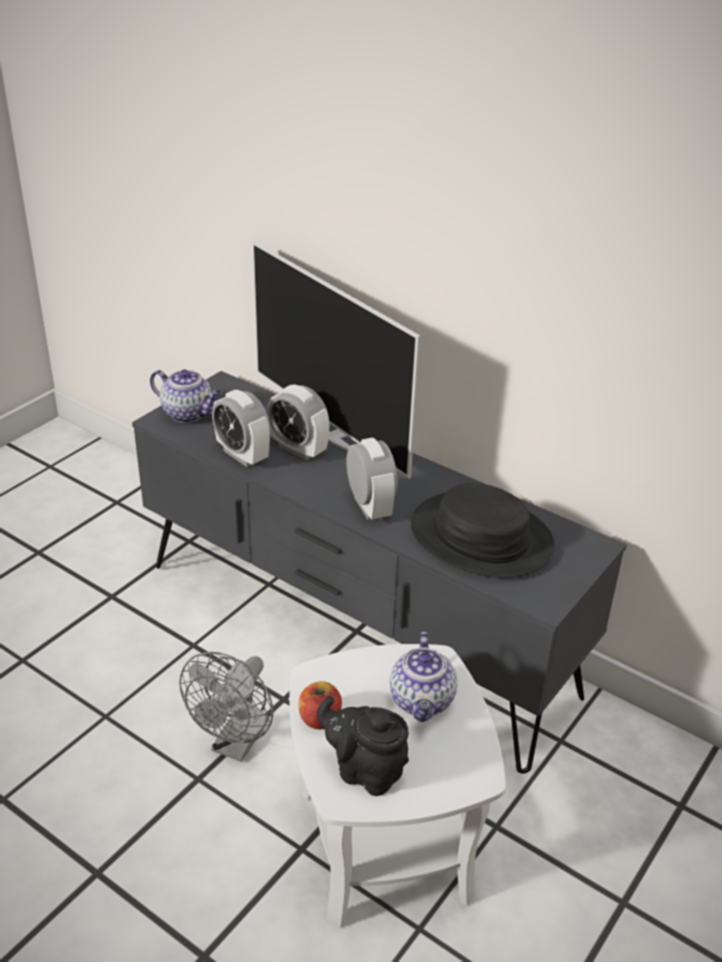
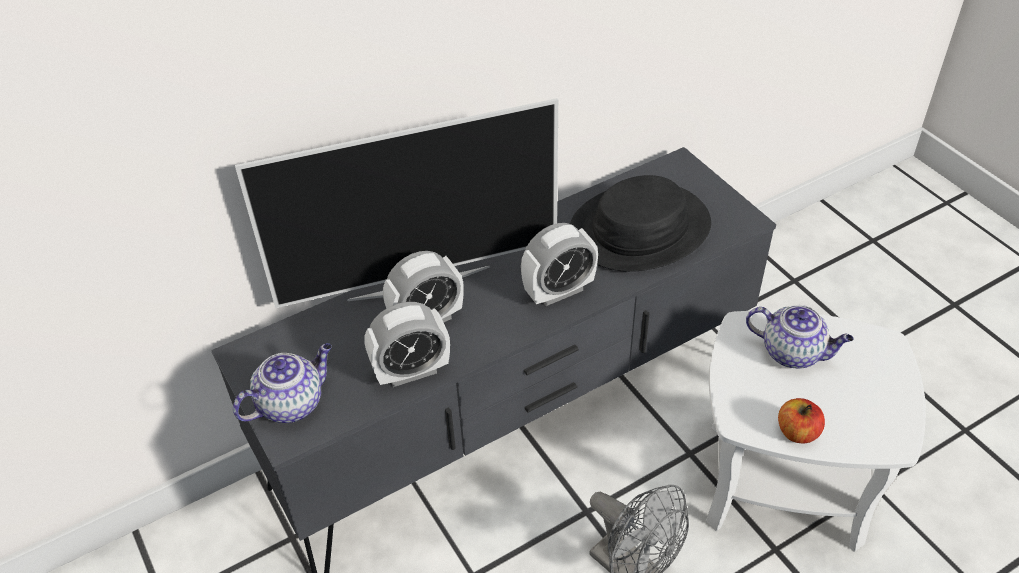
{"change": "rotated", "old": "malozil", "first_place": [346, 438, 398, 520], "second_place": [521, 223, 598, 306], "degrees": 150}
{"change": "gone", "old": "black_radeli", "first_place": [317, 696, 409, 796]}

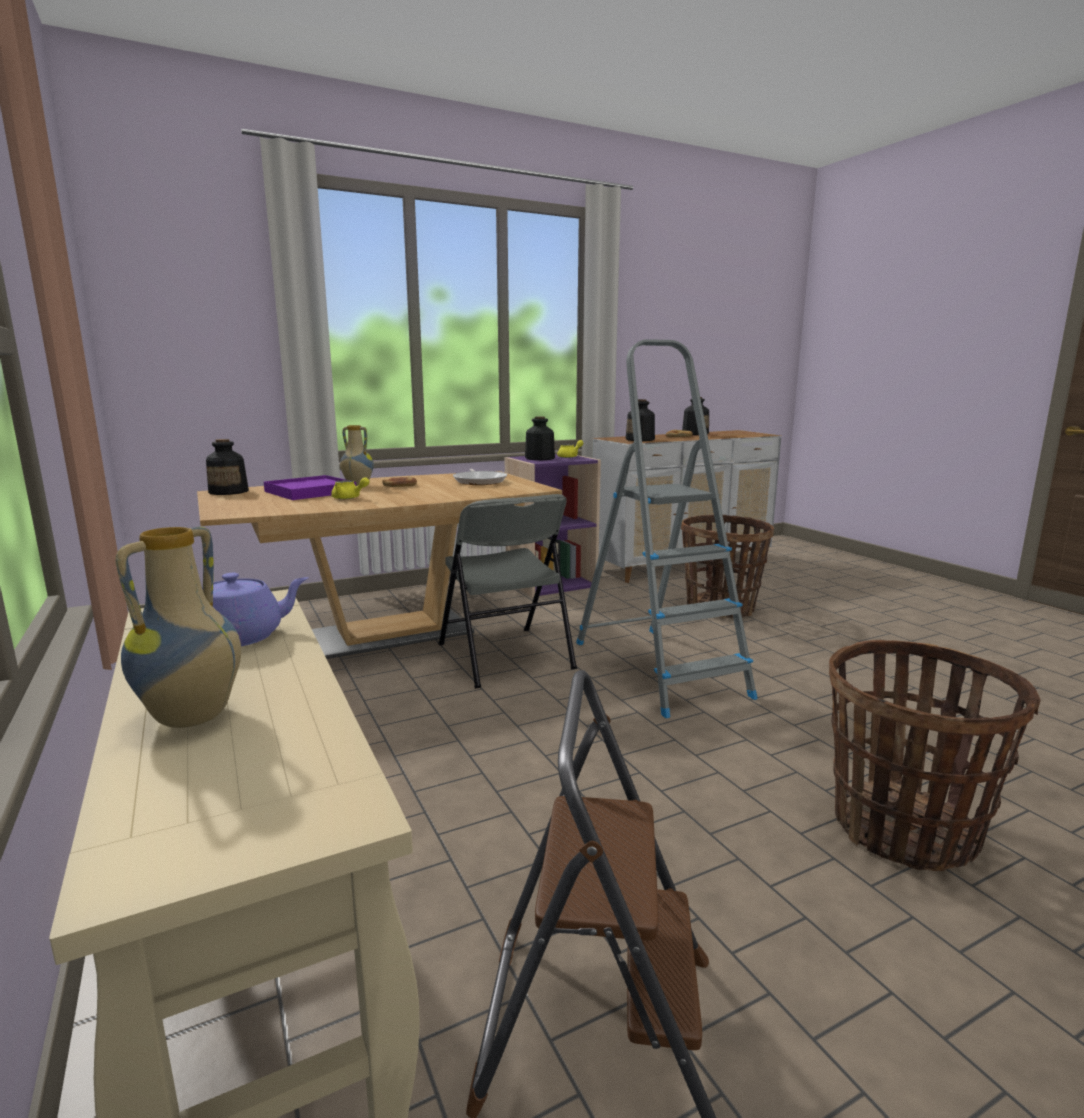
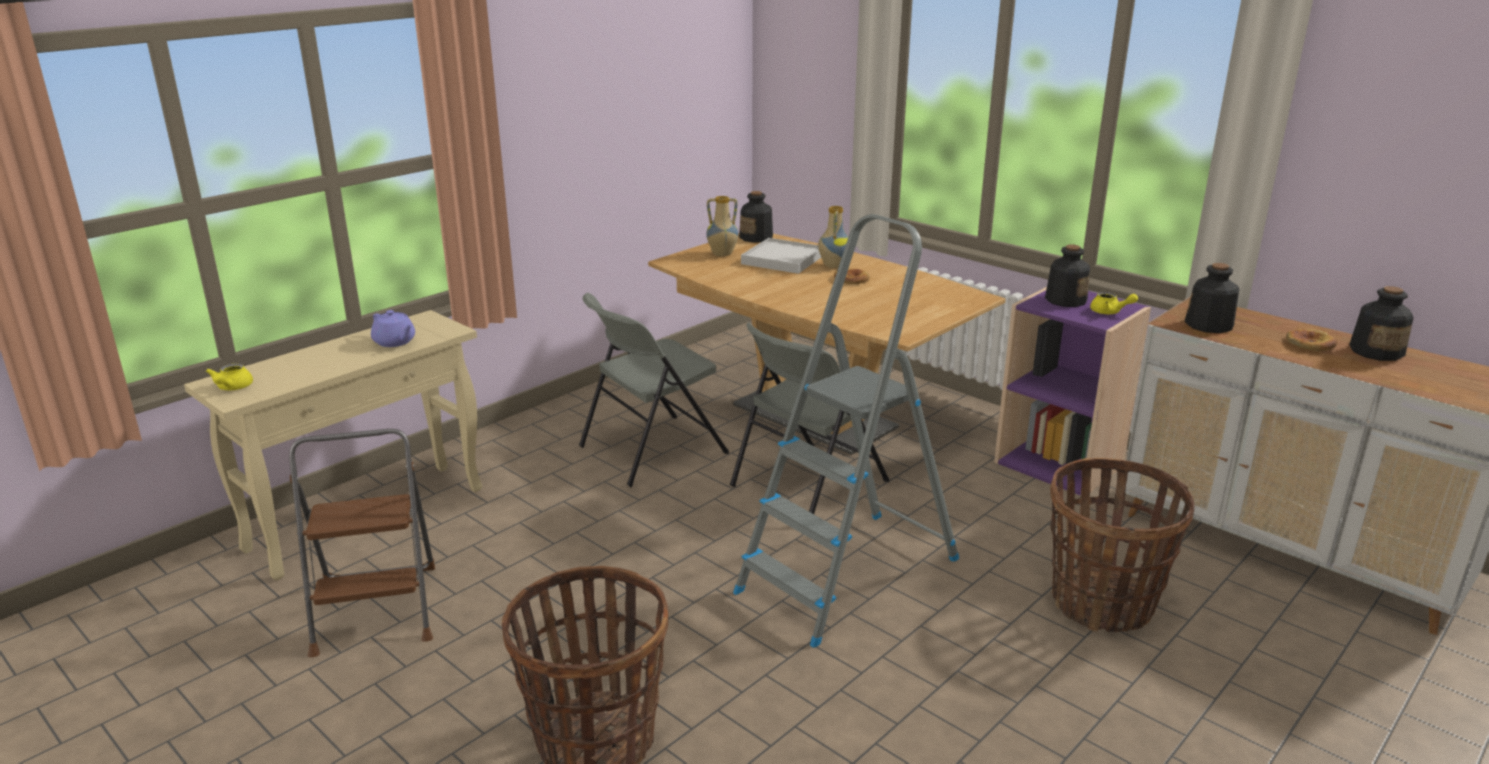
{"change": "gone", "old": "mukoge", "first_place": [453, 469, 507, 485]}
{"change": "repainted", "old": "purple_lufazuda", "new": "white_lufazuda", "first_place": [264, 475, 356, 500], "second_place": [741, 238, 821, 274]}
{"change": "shifted", "old": "yellow_radeli", "first_place": [331, 477, 369, 499], "second_place": [206, 363, 253, 390]}
{"change": "shifted", "old": "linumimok", "first_place": [115, 527, 241, 728], "second_place": [706, 196, 738, 256]}
{"change": "new", "new": "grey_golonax", "second_place": [579, 293, 729, 487]}

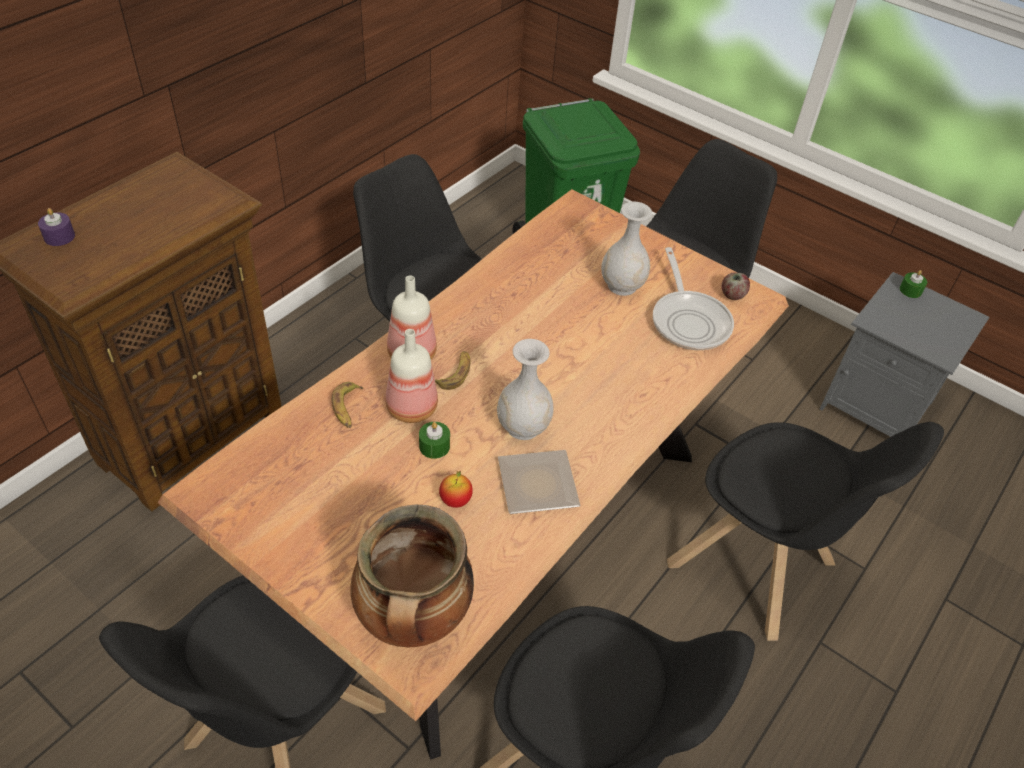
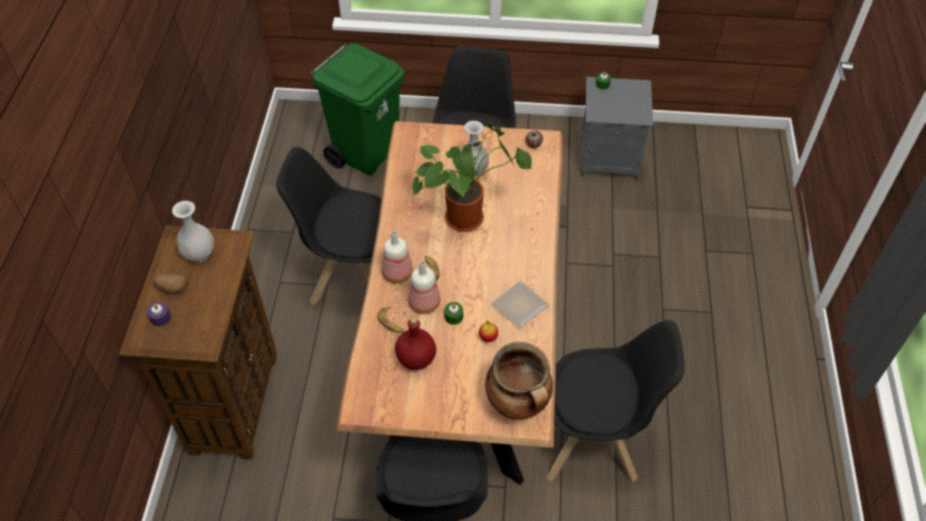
{"change": "gone", "old": "mukoge", "first_place": [653, 247, 734, 350]}
{"change": "shifted", "old": "white_linumimok", "first_place": [497, 339, 554, 440], "second_place": [172, 201, 214, 262]}
{"change": "gone", "old": "black_golonax", "first_place": [667, 422, 944, 641]}
{"change": "new", "new": "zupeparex", "second_place": [412, 121, 532, 232]}
{"change": "new", "new": "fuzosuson", "second_place": [153, 274, 187, 293]}
{"change": "new", "new": "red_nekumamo", "second_place": [395, 317, 436, 370]}

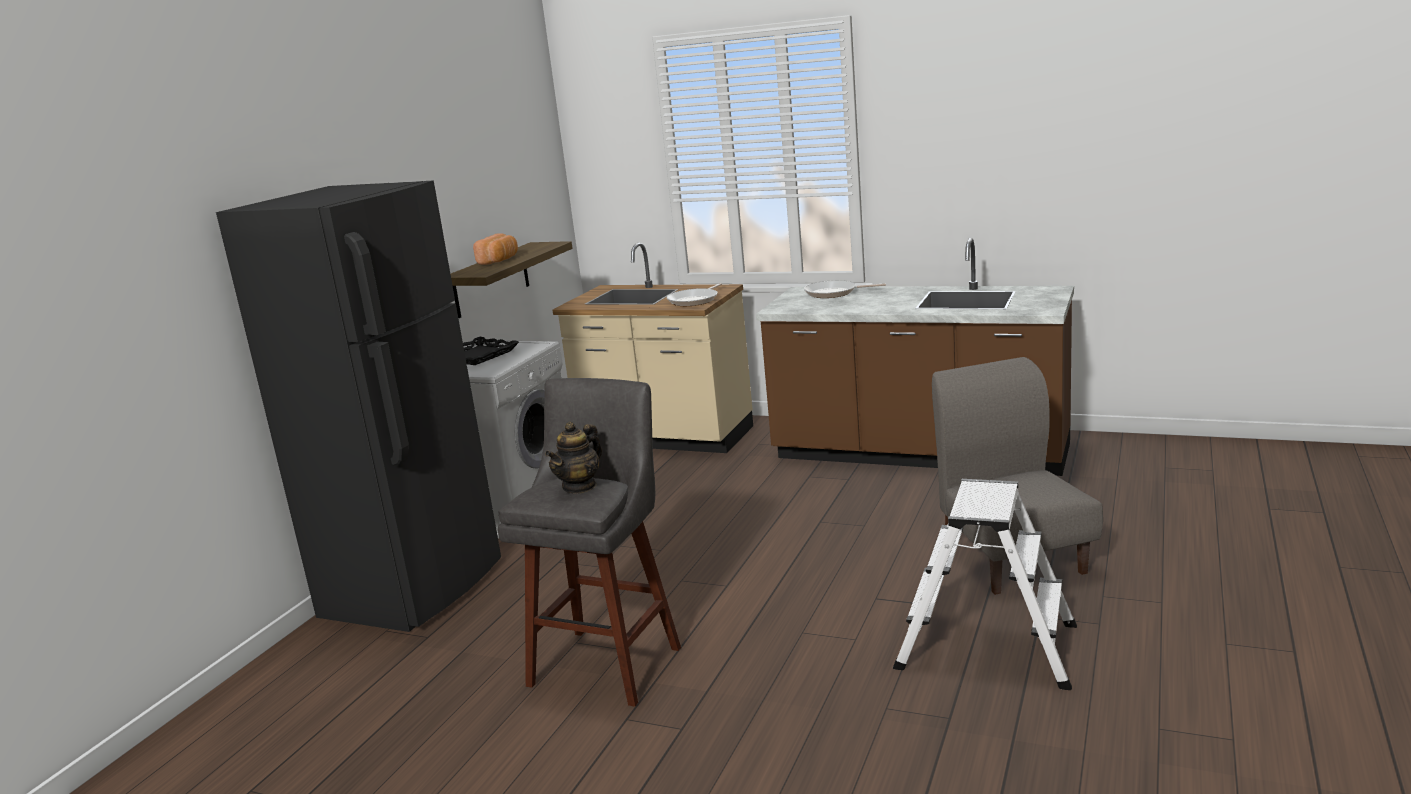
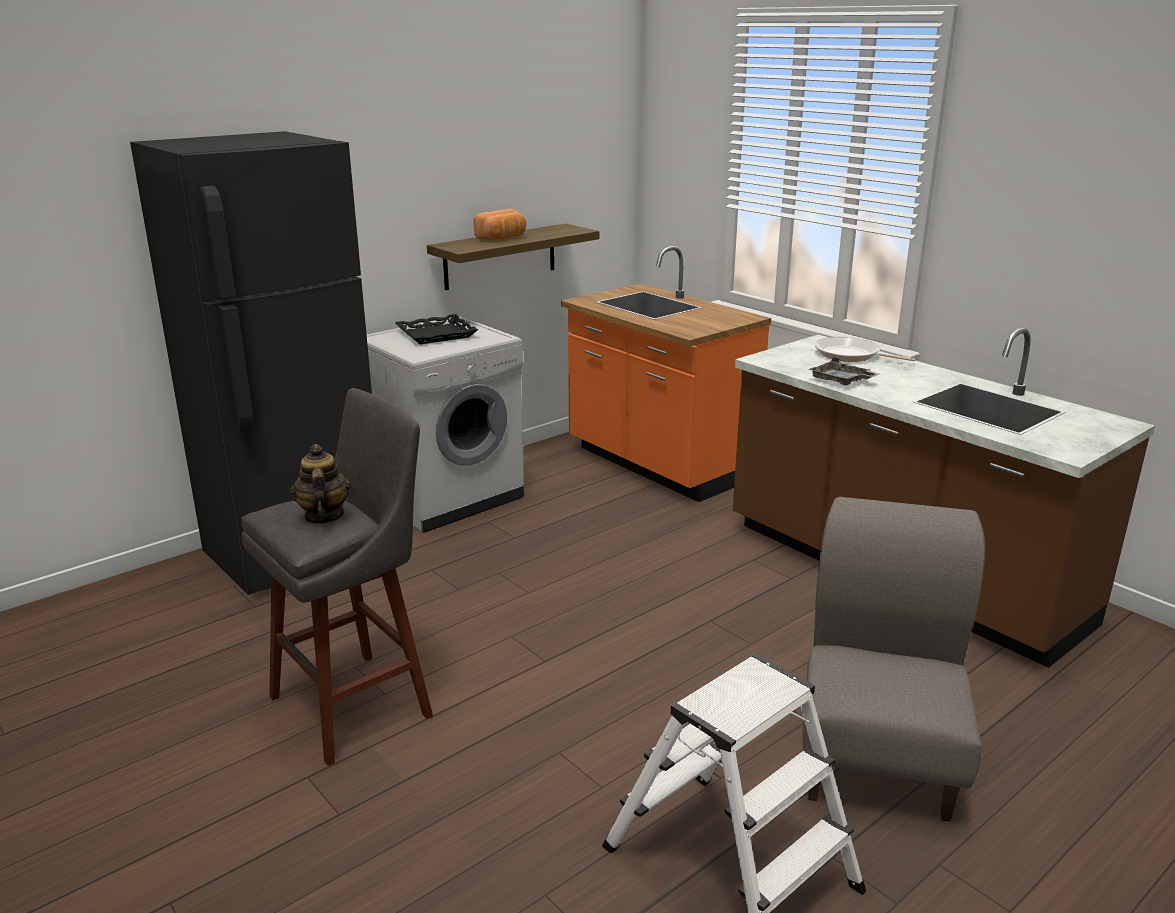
{"change": "repainted", "old": "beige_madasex", "new": "orange_madasex", "first_place": [553, 243, 753, 453], "second_place": [561, 246, 771, 502]}
{"change": "gone", "old": "mukoge", "first_place": [667, 283, 722, 306]}
{"change": "rotated", "old": "radeli", "first_place": [545, 422, 602, 493], "second_place": [290, 444, 351, 524], "degrees": 105}
{"change": "new", "new": "grey_lufazuda", "second_place": [808, 357, 879, 386]}

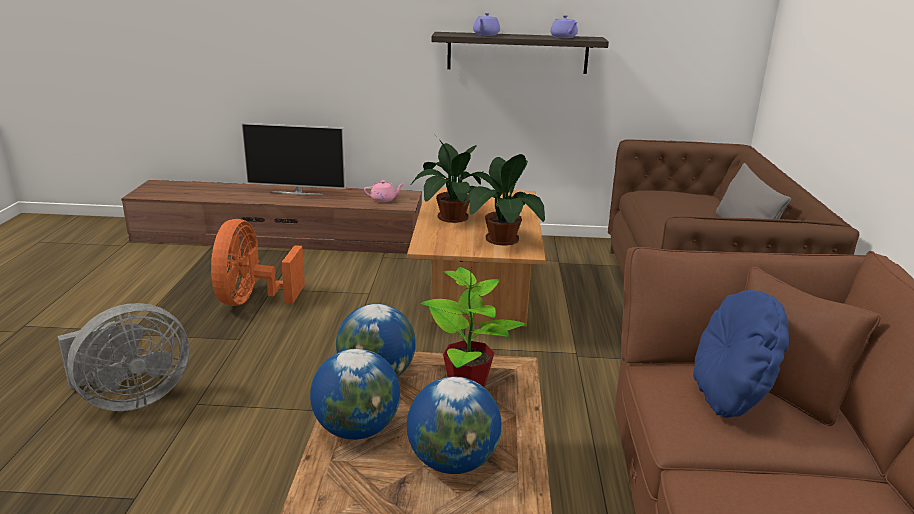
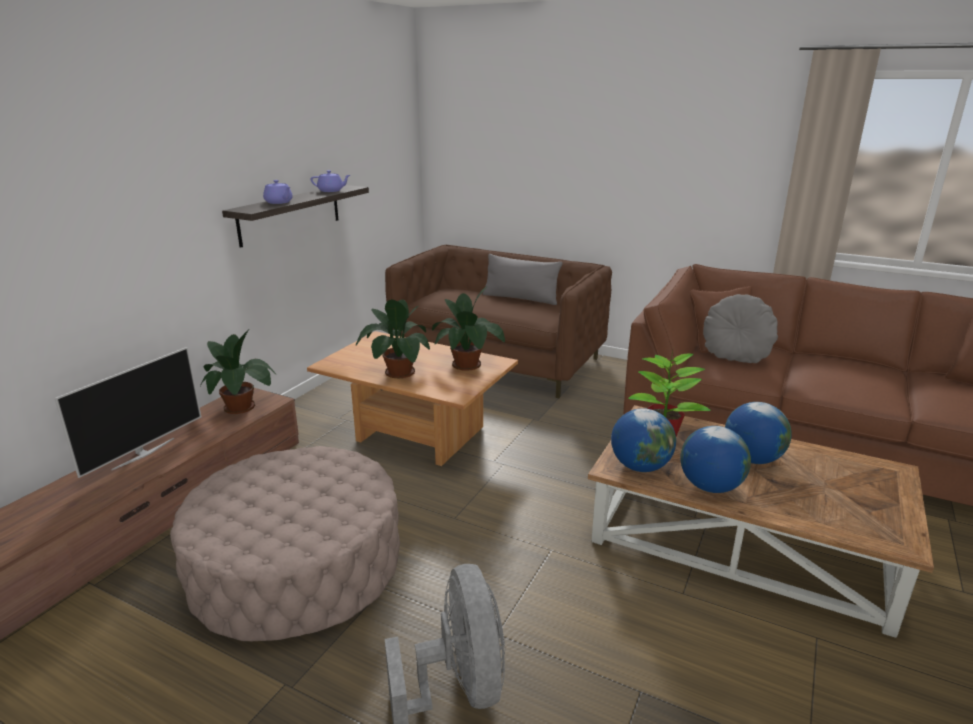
{"change": "swapped", "old": "pink_radeli", "new": "zupeparex", "first_place": [364, 180, 404, 202], "second_place": [200, 329, 276, 414]}
{"change": "swapped", "old": "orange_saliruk", "new": "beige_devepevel", "first_place": [211, 219, 305, 306], "second_place": [170, 446, 400, 641]}
{"change": "repainted", "old": "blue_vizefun", "new": "grey_vizefun", "first_place": [693, 290, 789, 418], "second_place": [703, 294, 778, 363]}

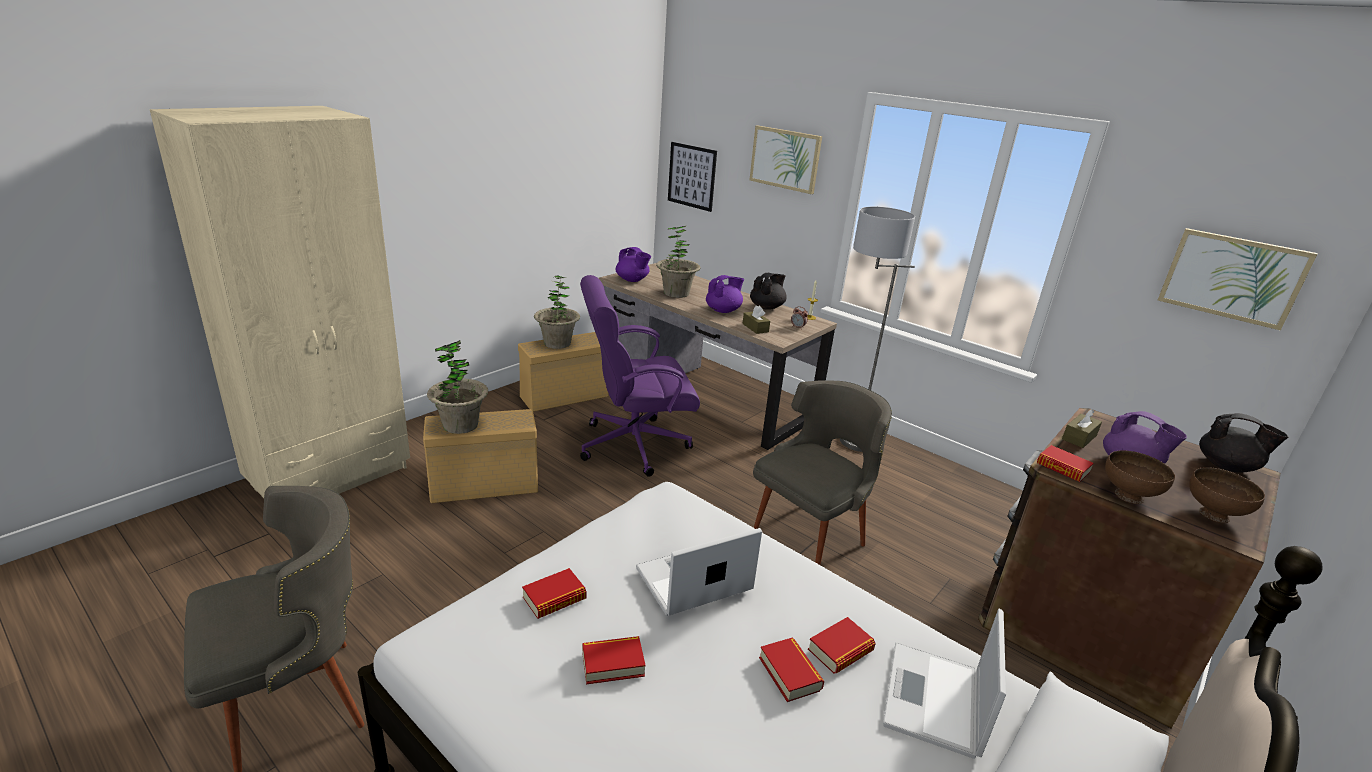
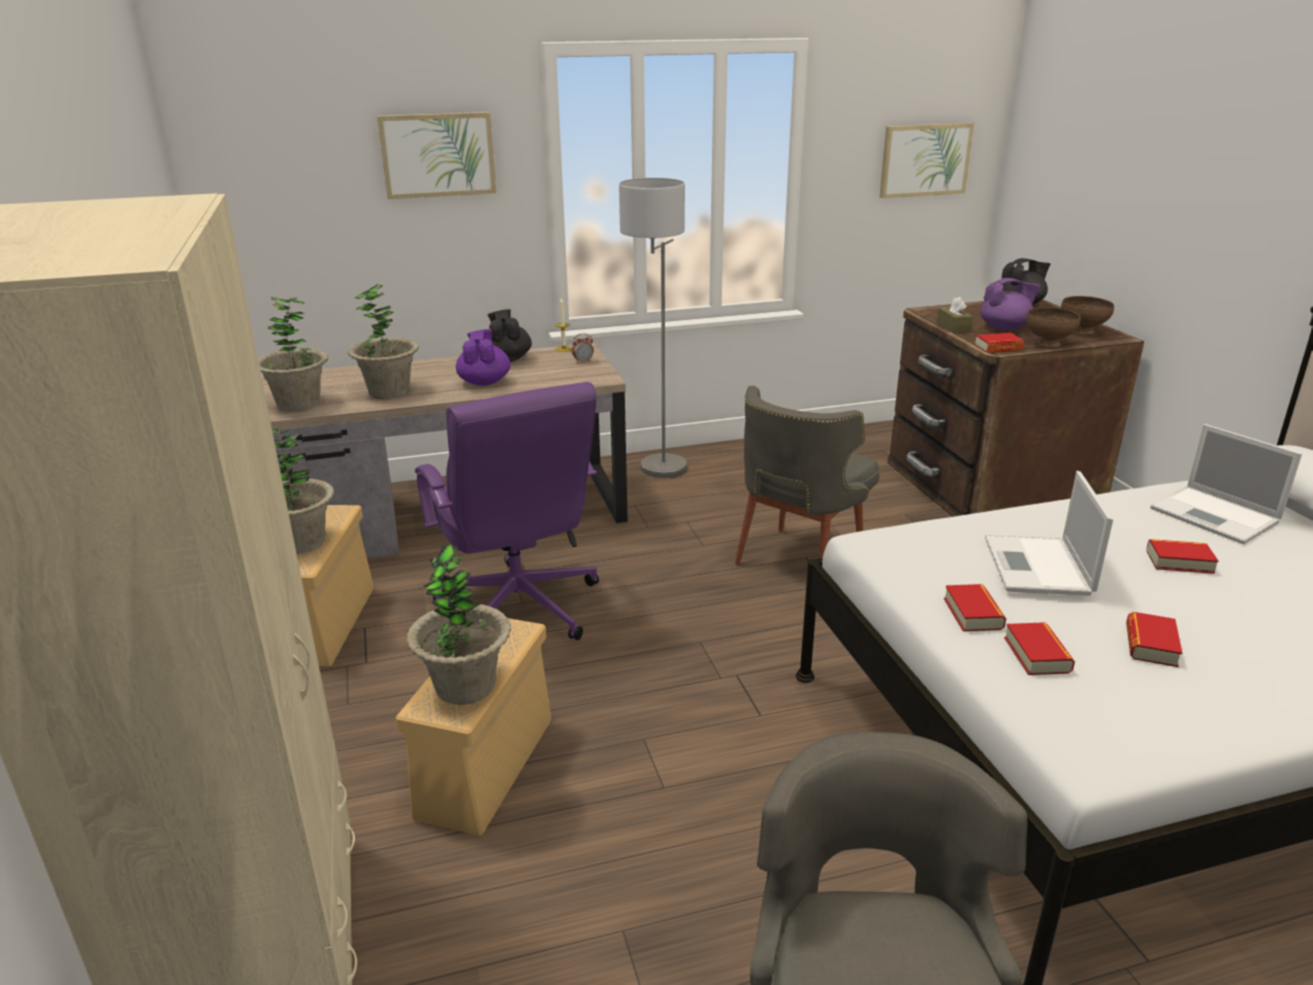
{"change": "gone", "old": "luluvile", "first_place": [668, 142, 717, 212]}
{"change": "swapped", "old": "purple_radeli", "new": "zupeparex", "first_place": [616, 247, 651, 282], "second_place": [258, 297, 328, 412]}
{"change": "rotated", "old": "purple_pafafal", "first_place": [580, 275, 700, 477], "second_place": [415, 382, 599, 640], "degrees": -45}
{"change": "gone", "old": "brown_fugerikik", "first_place": [742, 306, 770, 334]}
{"change": "rotated", "old": "grey_golonax", "first_place": [753, 380, 892, 565], "second_place": [735, 386, 880, 565], "degrees": -135}
{"change": "shifted", "old": "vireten", "first_place": [808, 617, 876, 674], "second_place": [944, 584, 1006, 631]}

